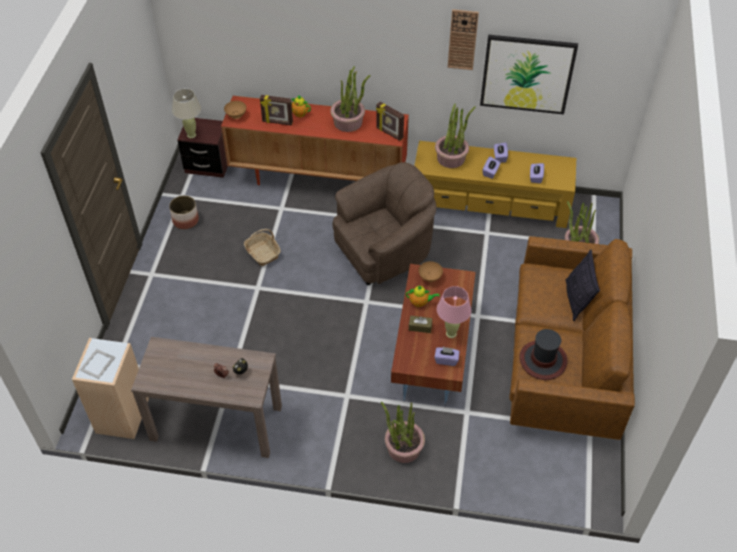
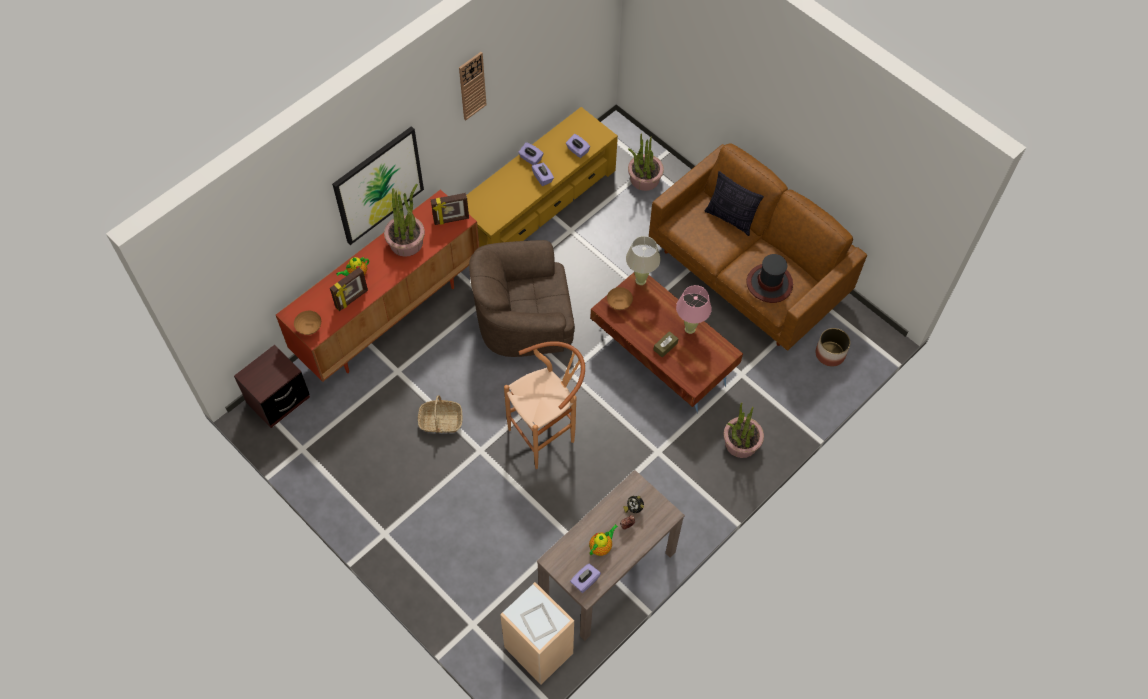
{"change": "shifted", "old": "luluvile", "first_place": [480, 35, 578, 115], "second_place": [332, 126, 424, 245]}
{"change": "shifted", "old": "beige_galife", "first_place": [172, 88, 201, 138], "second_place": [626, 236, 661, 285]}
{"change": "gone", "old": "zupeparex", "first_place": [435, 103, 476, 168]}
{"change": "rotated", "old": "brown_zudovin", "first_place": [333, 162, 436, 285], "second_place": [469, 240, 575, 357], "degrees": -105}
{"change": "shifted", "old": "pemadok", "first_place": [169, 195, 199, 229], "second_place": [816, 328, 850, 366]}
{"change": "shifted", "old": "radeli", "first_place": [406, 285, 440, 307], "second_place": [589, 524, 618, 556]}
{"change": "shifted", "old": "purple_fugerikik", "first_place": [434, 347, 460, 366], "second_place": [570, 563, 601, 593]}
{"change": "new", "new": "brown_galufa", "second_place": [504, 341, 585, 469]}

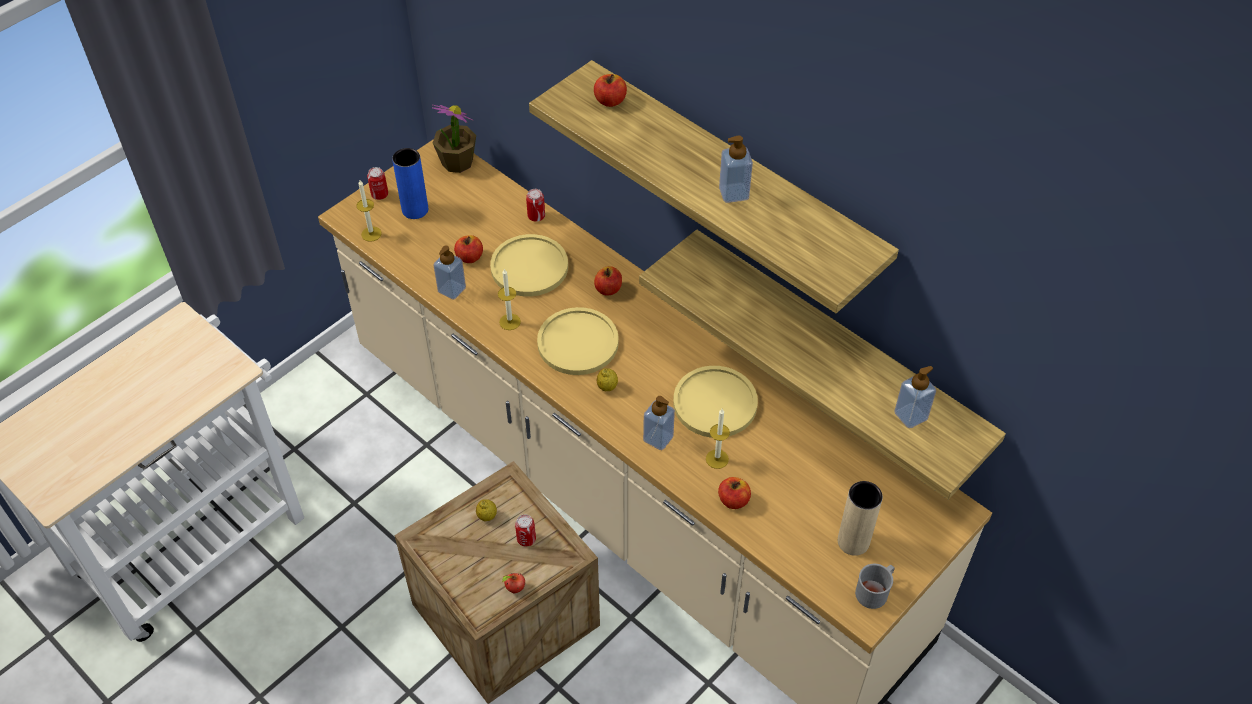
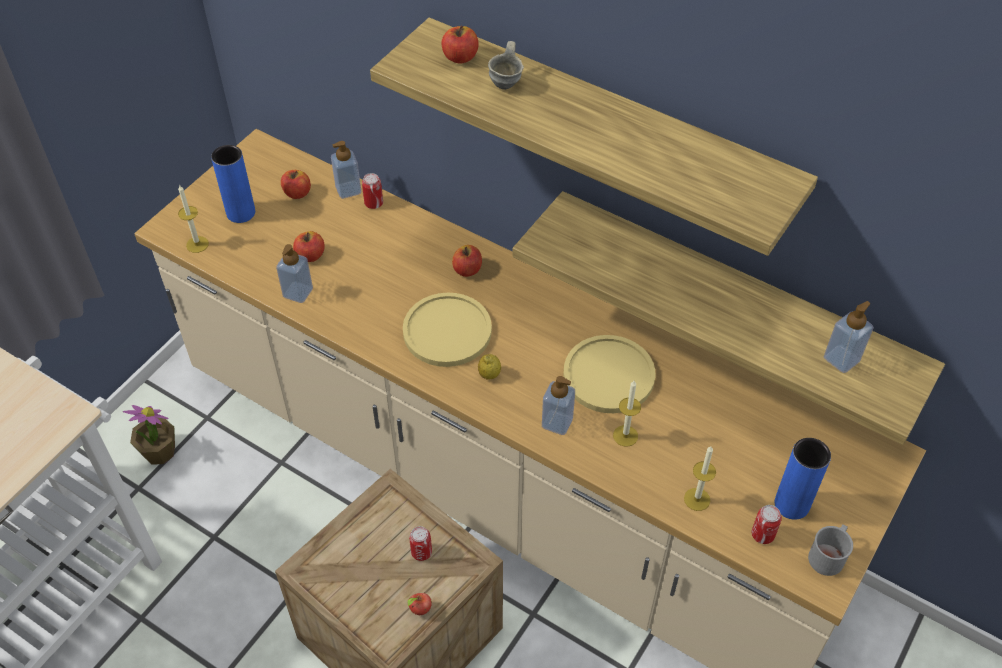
{"change": "shifted", "old": "zupeparex", "first_place": [432, 105, 476, 173], "second_place": [123, 405, 175, 465]}
{"change": "shifted", "old": "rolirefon", "first_place": [719, 135, 753, 203], "second_place": [331, 141, 361, 199]}
{"change": "shifted", "old": "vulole", "first_place": [367, 167, 388, 200], "second_place": [751, 505, 782, 544]}
{"change": "gone", "old": "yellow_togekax", "first_place": [490, 234, 568, 297]}
{"change": "shifted", "old": "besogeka", "first_place": [498, 268, 521, 330], "second_place": [684, 446, 716, 511]}
{"change": "shifted", "old": "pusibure", "first_place": [718, 477, 751, 509], "second_place": [281, 170, 311, 199]}
{"change": "repainted", "old": "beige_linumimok", "new": "blue_linumimok", "first_place": [838, 481, 883, 556], "second_place": [775, 438, 831, 520]}
{"change": "gone", "old": "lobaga", "first_place": [476, 499, 497, 521]}
{"change": "new", "new": "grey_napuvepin", "second_place": [488, 41, 524, 90]}

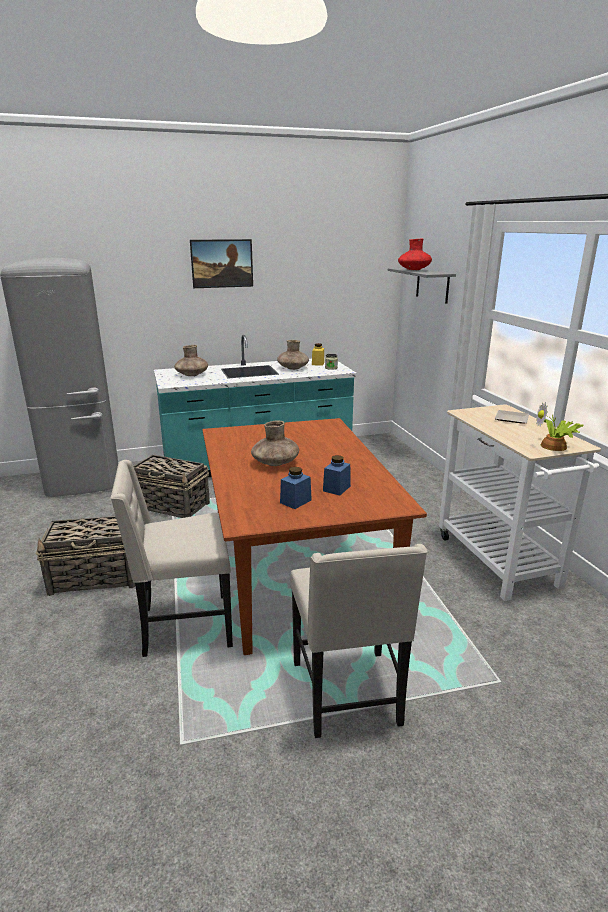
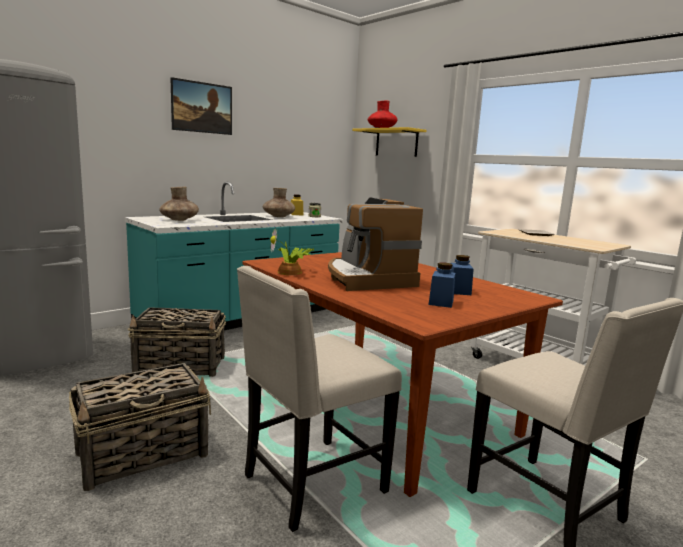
{"change": "repainted", "old": "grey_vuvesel", "new": "yellow_vuvesel", "first_place": [388, 268, 456, 304], "second_place": [352, 127, 427, 157]}
{"change": "shifted", "old": "zupeparex", "first_place": [536, 402, 583, 451], "second_place": [270, 228, 314, 275]}
{"change": "swapped", "old": "brown_linumimok", "new": "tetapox", "first_place": [251, 420, 299, 466], "second_place": [328, 197, 423, 291]}

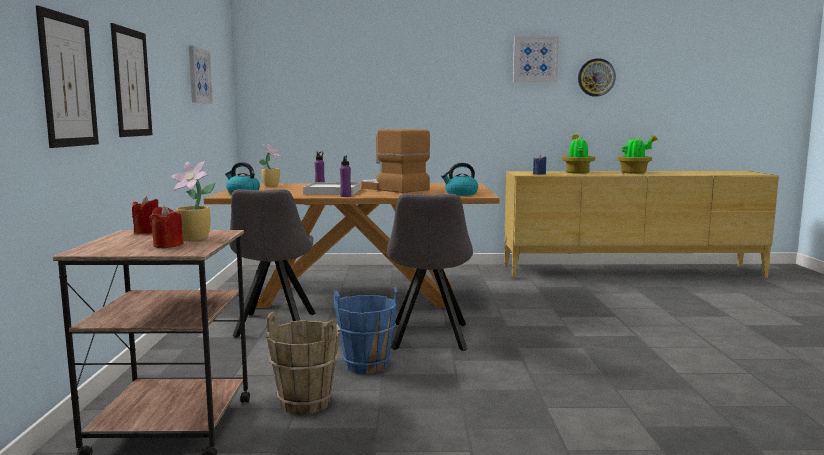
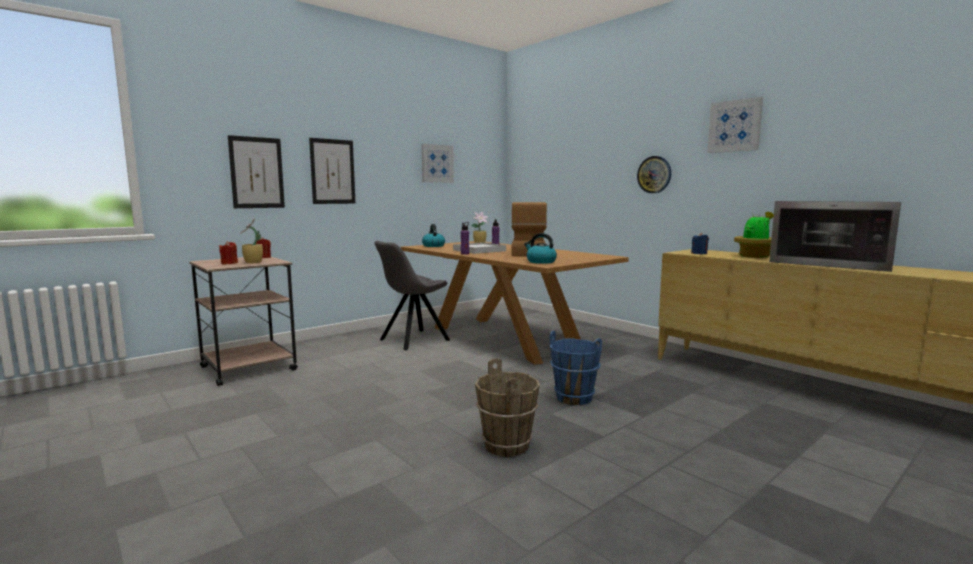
{"change": "shifted", "old": "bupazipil", "first_place": [578, 58, 616, 97], "second_place": [637, 156, 671, 193]}
{"change": "swapped", "old": "zupeparex", "new": "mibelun", "first_place": [617, 135, 658, 174], "second_place": [769, 201, 901, 272]}
{"change": "gone", "old": "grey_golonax", "first_place": [387, 193, 473, 351]}
{"change": "shifted", "old": "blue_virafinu", "first_place": [334, 287, 397, 374], "second_place": [550, 331, 602, 405]}
{"change": "shifted", "old": "brown_virafinu", "first_place": [267, 312, 340, 415], "second_place": [475, 358, 540, 457]}

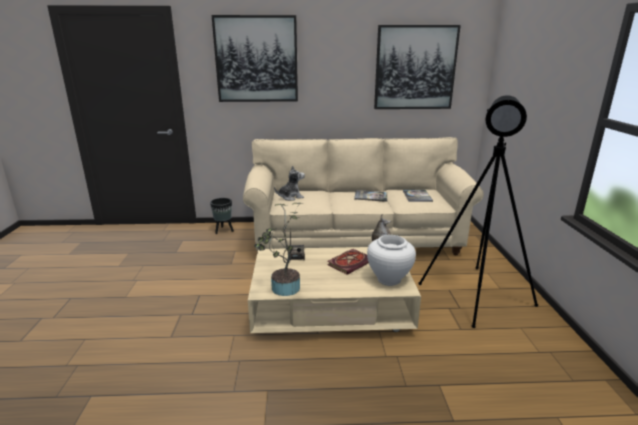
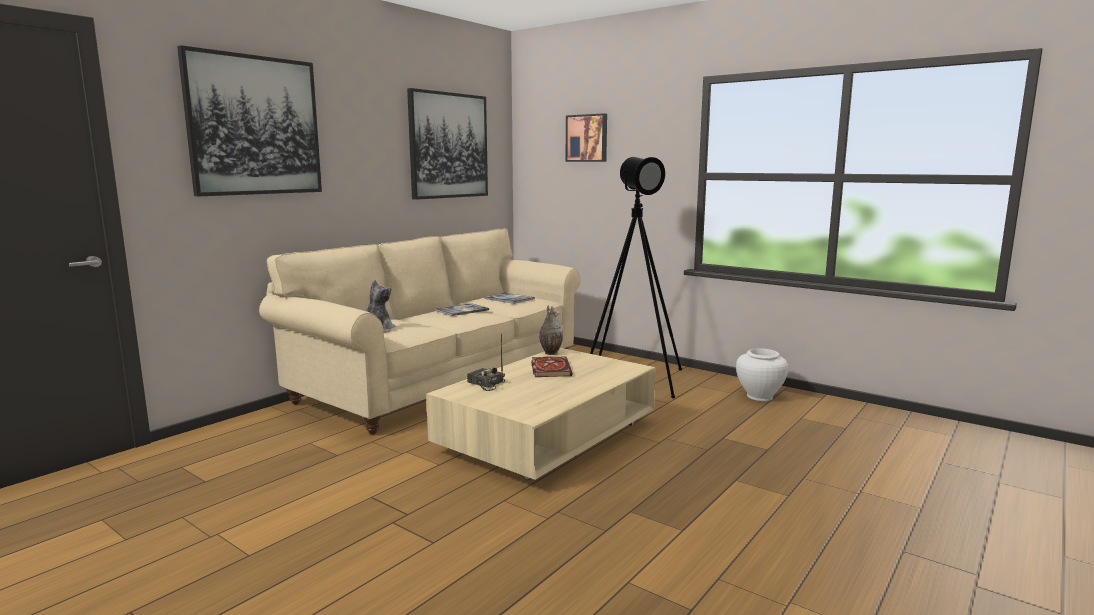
{"change": "gone", "old": "black_pemadok", "first_place": [210, 198, 234, 234]}
{"change": "gone", "old": "zupeparex", "first_place": [254, 203, 301, 296]}
{"change": "shifted", "old": "white_linumimok", "first_place": [367, 235, 416, 286], "second_place": [736, 349, 788, 401]}
{"change": "new", "new": "luluvile", "second_place": [566, 113, 607, 162]}

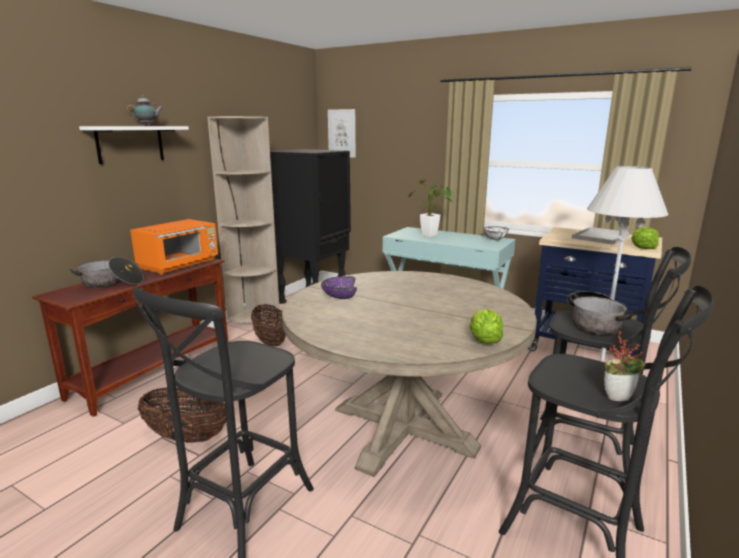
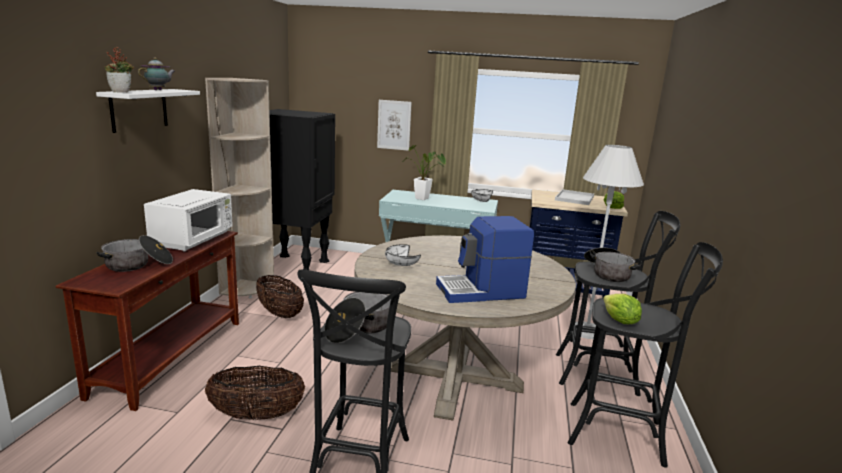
{"change": "shifted", "old": "luluvile", "first_place": [328, 109, 356, 158], "second_place": [377, 100, 412, 151]}
{"change": "repainted", "old": "orange_mibelun", "new": "white_mibelun", "first_place": [130, 219, 218, 274], "second_place": [144, 189, 233, 251]}
{"change": "repainted", "old": "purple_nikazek", "new": "white_nikazek", "first_place": [321, 276, 357, 299], "second_place": [385, 244, 421, 266]}
{"change": "shifted", "old": "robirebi", "first_place": [469, 309, 503, 344], "second_place": [603, 294, 642, 324]}
{"change": "shifted", "old": "zupeparex", "first_place": [604, 331, 646, 401], "second_place": [105, 47, 134, 93]}
{"change": "new", "new": "tetapox", "second_place": [436, 216, 534, 303]}
{"change": "new", "new": "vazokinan", "second_place": [324, 292, 391, 344]}

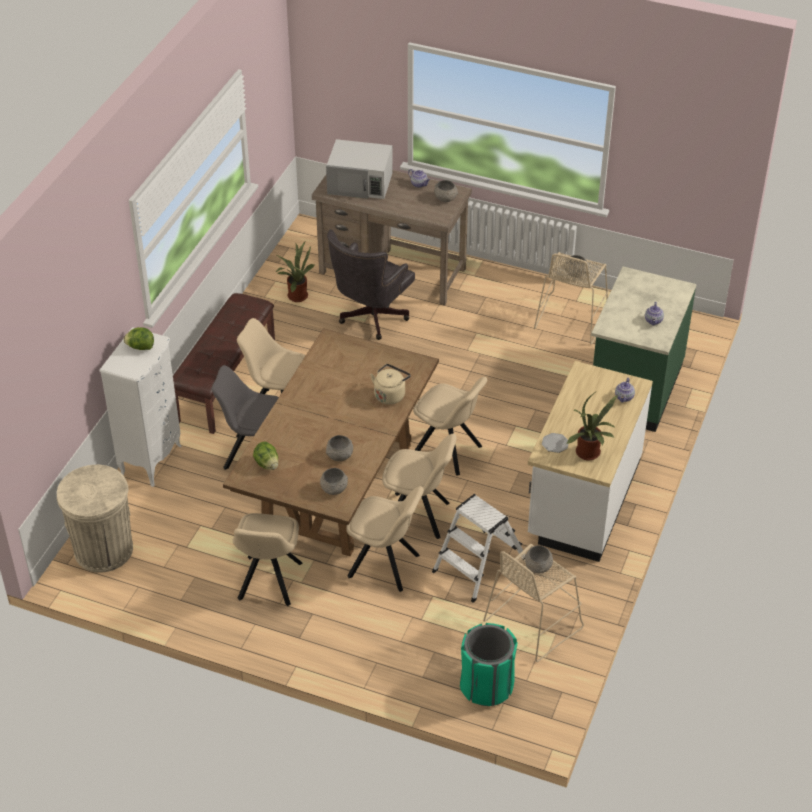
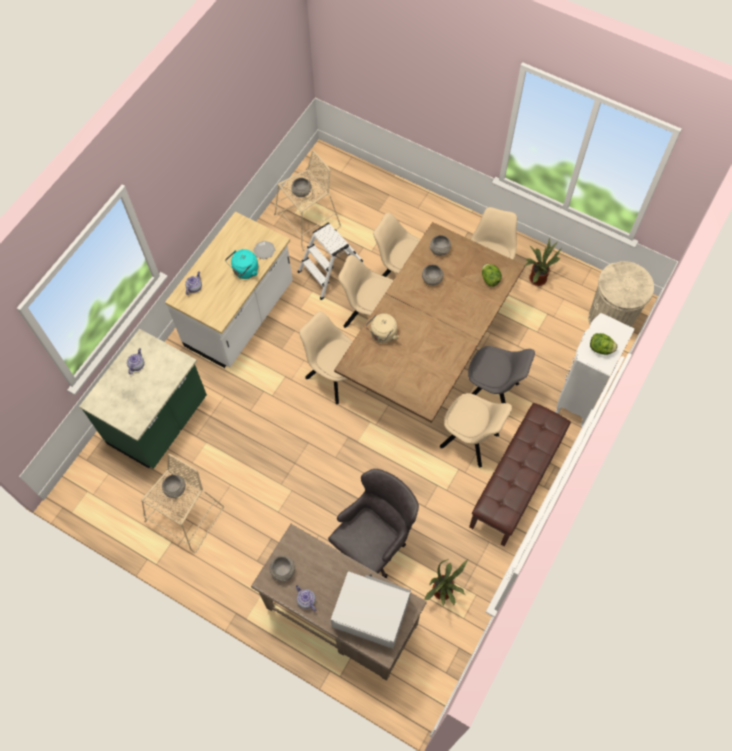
{"change": "shifted", "old": "zupeparex", "first_place": [567, 393, 618, 460], "second_place": [525, 238, 561, 286]}
{"change": "gone", "old": "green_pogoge", "first_place": [460, 623, 517, 706]}
{"change": "new", "new": "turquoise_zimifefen", "second_place": [225, 249, 258, 279]}

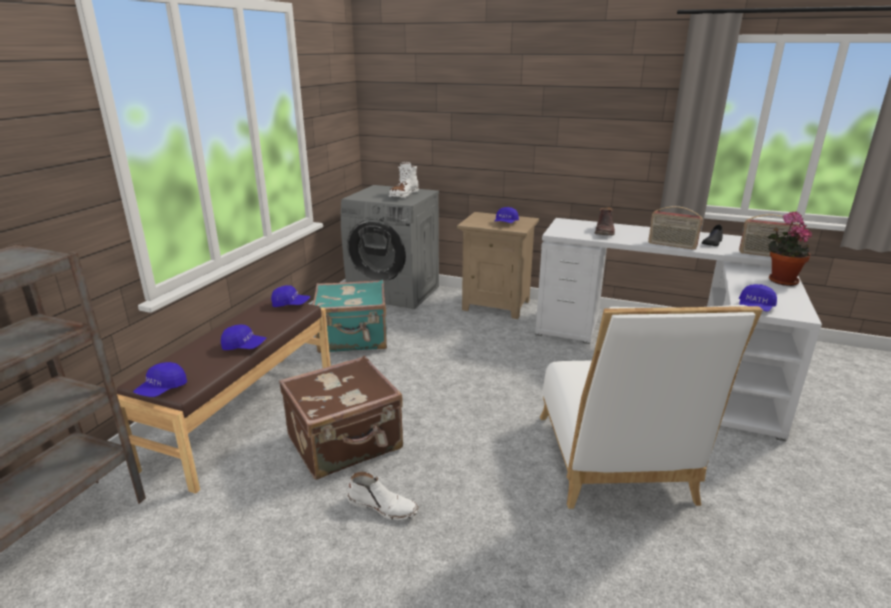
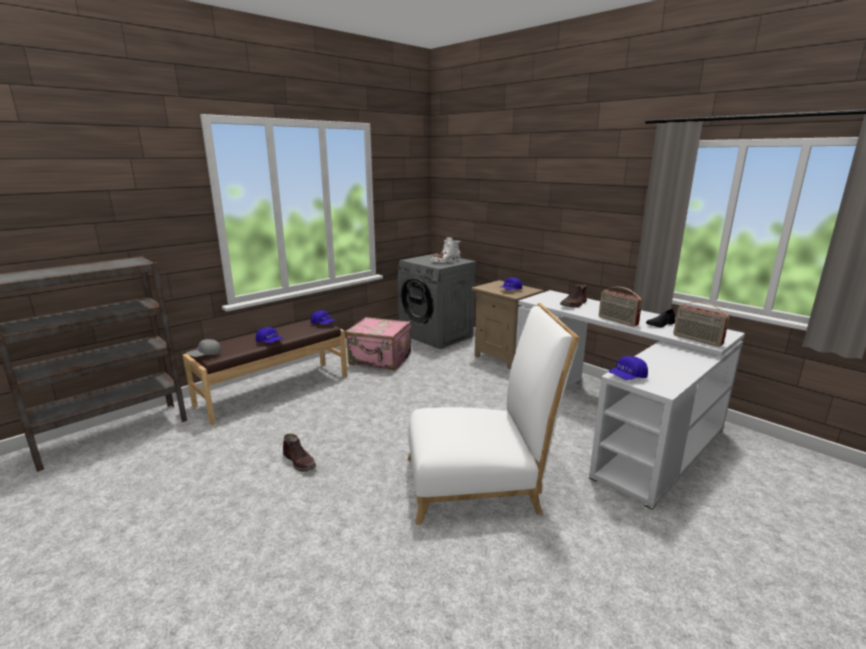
{"change": "gone", "old": "zupeparex", "first_place": [767, 211, 812, 286]}
{"change": "repainted", "old": "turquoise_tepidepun", "new": "pink_tepidepun", "first_place": [312, 280, 387, 353], "second_place": [345, 317, 411, 371]}
{"change": "rotated", "old": "white_golonax", "first_place": [540, 305, 763, 509], "second_place": [408, 303, 580, 525], "degrees": -120}
{"change": "gone", "old": "brown_tepidepun", "first_place": [279, 356, 403, 479]}
{"change": "repainted", "old": "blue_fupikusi", "new": "grey_fupikusi", "first_place": [133, 362, 187, 397], "second_place": [186, 339, 221, 357]}
{"change": "repainted", "old": "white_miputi", "new": "brown_miputi", "first_place": [348, 472, 419, 520], "second_place": [283, 434, 316, 472]}

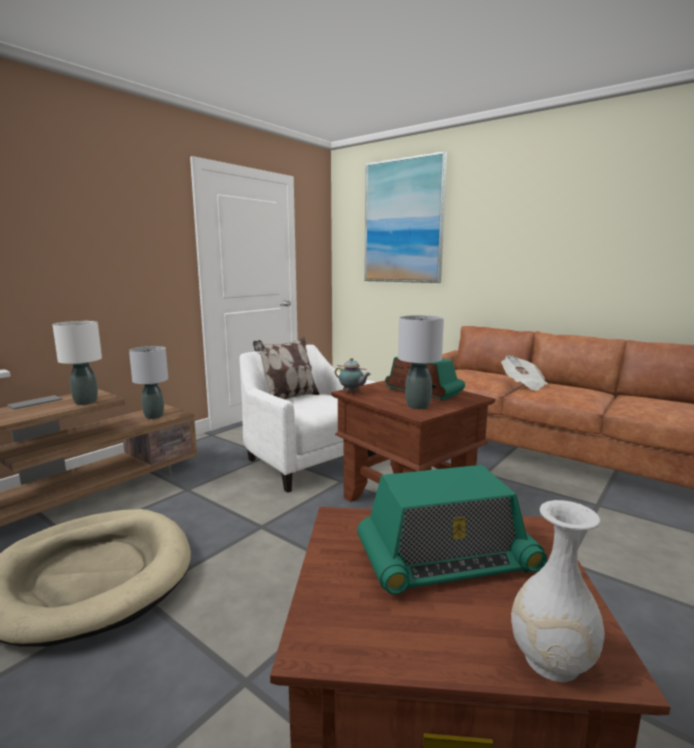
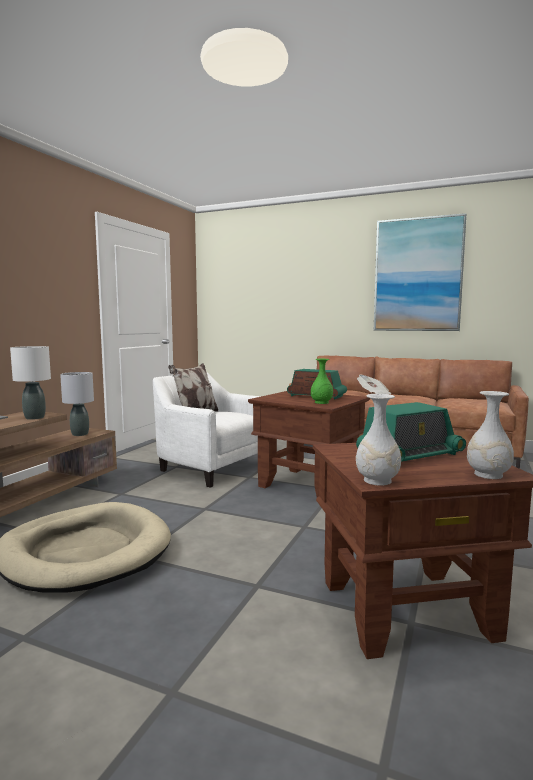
{"change": "shifted", "old": "luluvile", "first_place": [364, 151, 447, 283], "second_place": [374, 213, 467, 331]}
{"change": "swapped", "old": "grey_galife", "new": "green_linumimok", "first_place": [398, 315, 444, 409], "second_place": [311, 359, 333, 404]}
{"change": "gone", "old": "radeli", "first_place": [335, 358, 371, 393]}
{"change": "new", "new": "white_linumimok", "second_place": [356, 394, 401, 486]}

